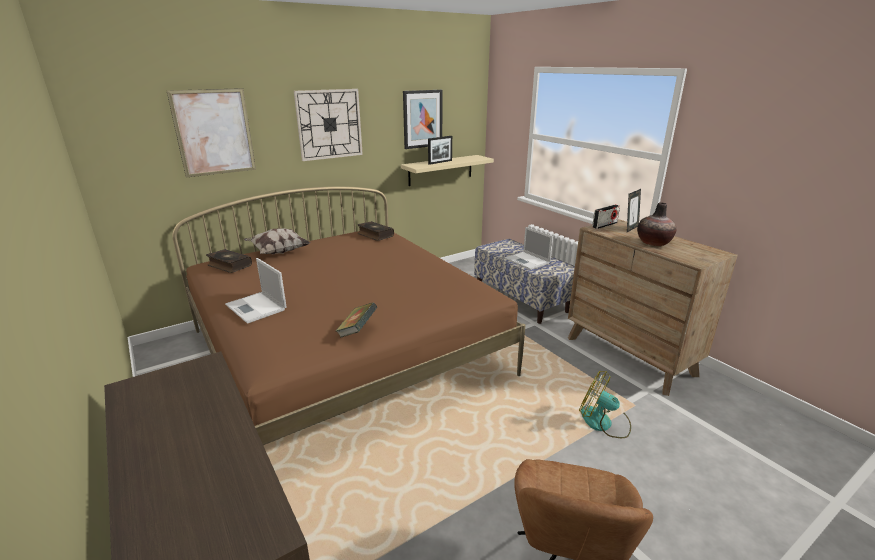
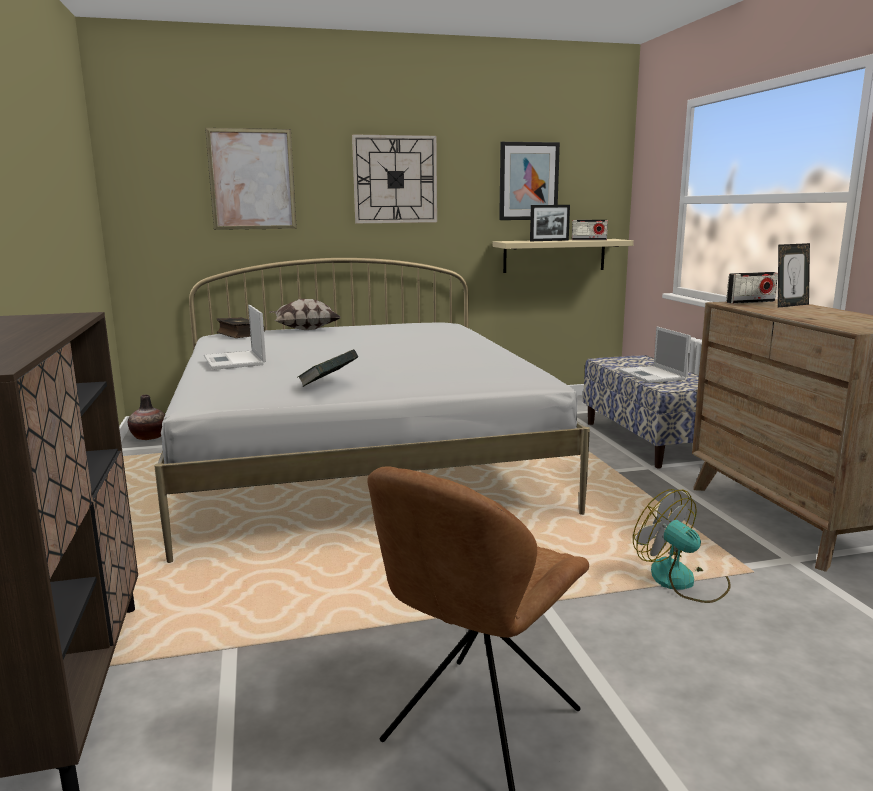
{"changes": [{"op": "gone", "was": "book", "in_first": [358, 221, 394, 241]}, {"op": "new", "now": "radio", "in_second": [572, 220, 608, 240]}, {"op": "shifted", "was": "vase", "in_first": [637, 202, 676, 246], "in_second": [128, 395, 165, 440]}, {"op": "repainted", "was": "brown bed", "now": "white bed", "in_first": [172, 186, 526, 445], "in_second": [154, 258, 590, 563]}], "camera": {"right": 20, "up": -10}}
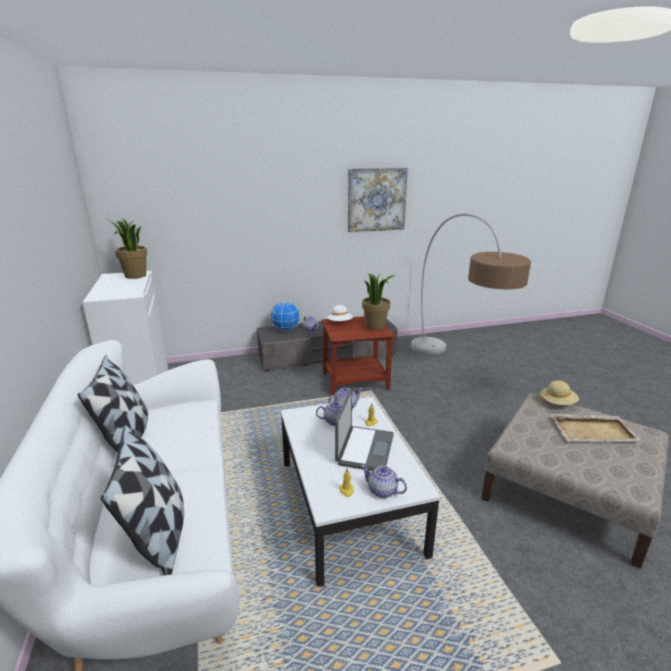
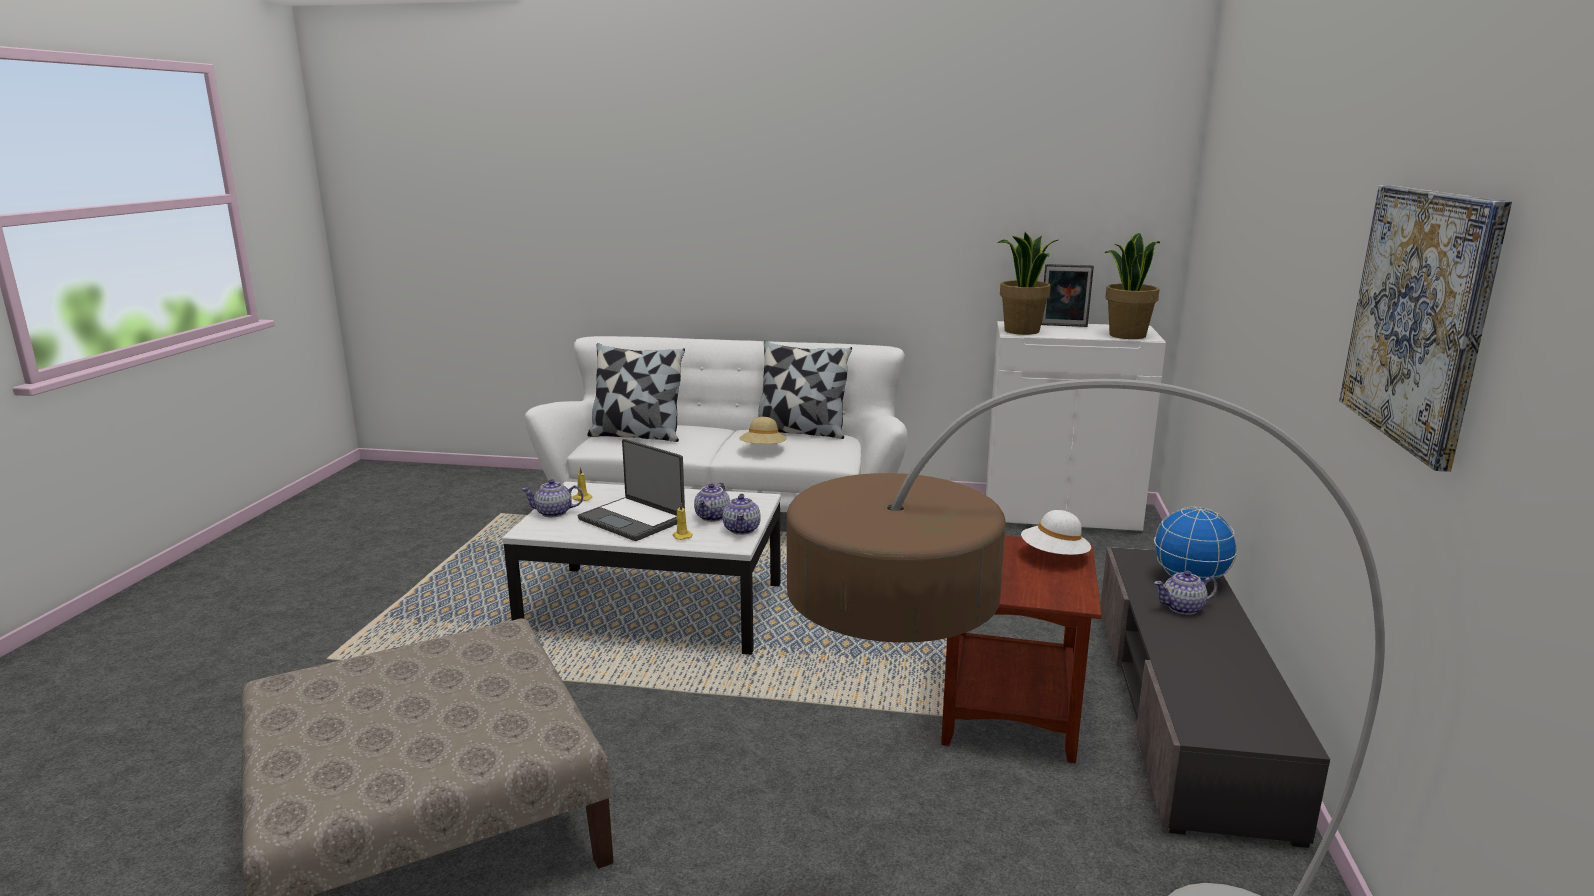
{"changes": [{"op": "gone", "was": "beige tray", "in_first": [551, 414, 642, 442]}, {"op": "new", "now": "picture frame", "in_second": [1041, 264, 1094, 327]}, {"op": "shifted", "was": "potted plant", "in_first": [362, 273, 395, 330], "in_second": [997, 232, 1058, 335]}, {"op": "shifted", "was": "beige hat", "in_first": [540, 380, 579, 405], "in_second": [739, 417, 787, 444]}, {"op": "rotated", "was": "teapot", "in_first": [361, 465, 407, 498], "in_second": [521, 479, 583, 518], "clockwise": -150}], "camera": {"right": 115, "up": -5}}
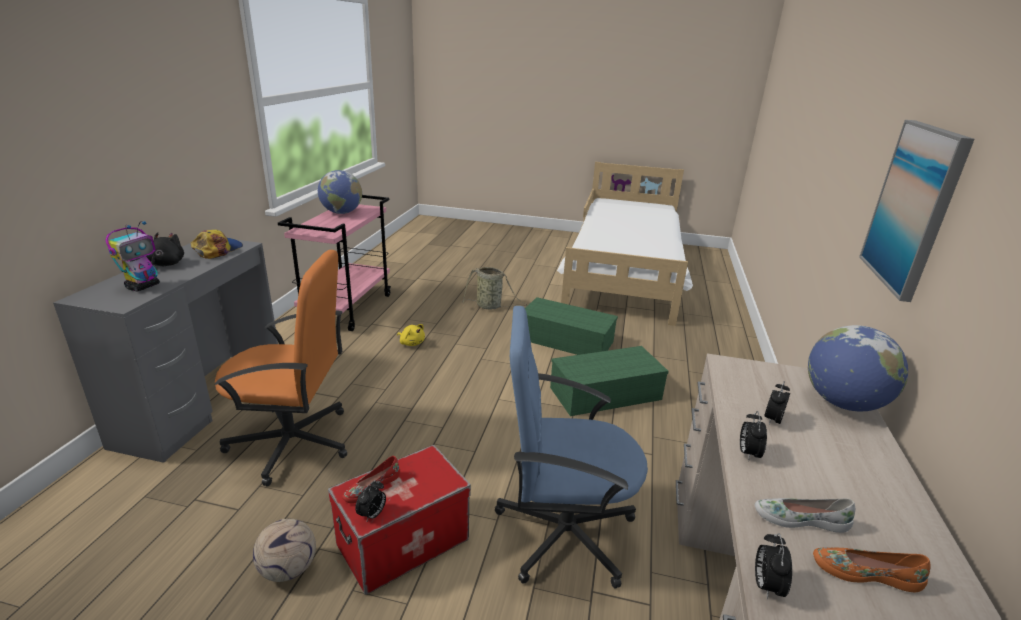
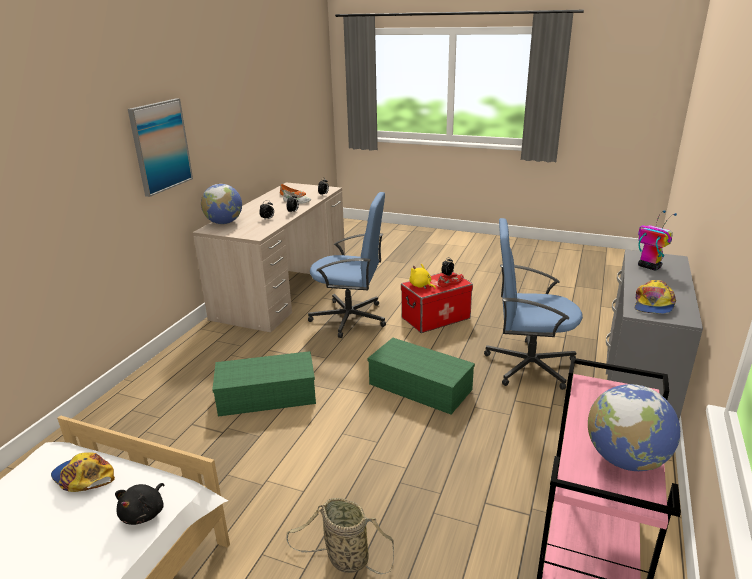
{"changes": [{"op": "gone", "was": "football", "in_first": [253, 519, 316, 582]}, {"op": "new", "now": "cap", "in_second": [51, 452, 115, 492]}, {"op": "shifted", "was": "black plush toy", "in_first": [146, 232, 184, 266], "in_second": [115, 483, 164, 525]}, {"op": "shifted", "was": "yellow plush toy", "in_first": [397, 324, 425, 346], "in_second": [410, 264, 436, 290]}, {"op": "shifted", "was": "green storage box", "in_first": [525, 297, 618, 355], "in_second": [368, 338, 475, 415]}, {"op": "repainted", "was": "orange office chair", "now": "blue office chair", "in_first": [215, 250, 347, 486], "in_second": [484, 218, 583, 390]}, {"op": "rotated", "was": "toy robot", "in_first": [105, 221, 160, 291], "in_second": [638, 210, 677, 271], "clockwise": 105}], "camera": {"right": -170, "up": 0}}
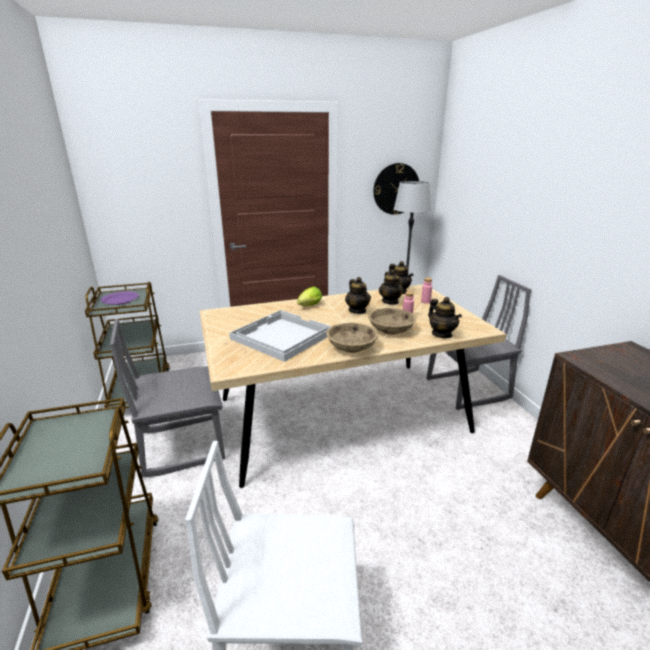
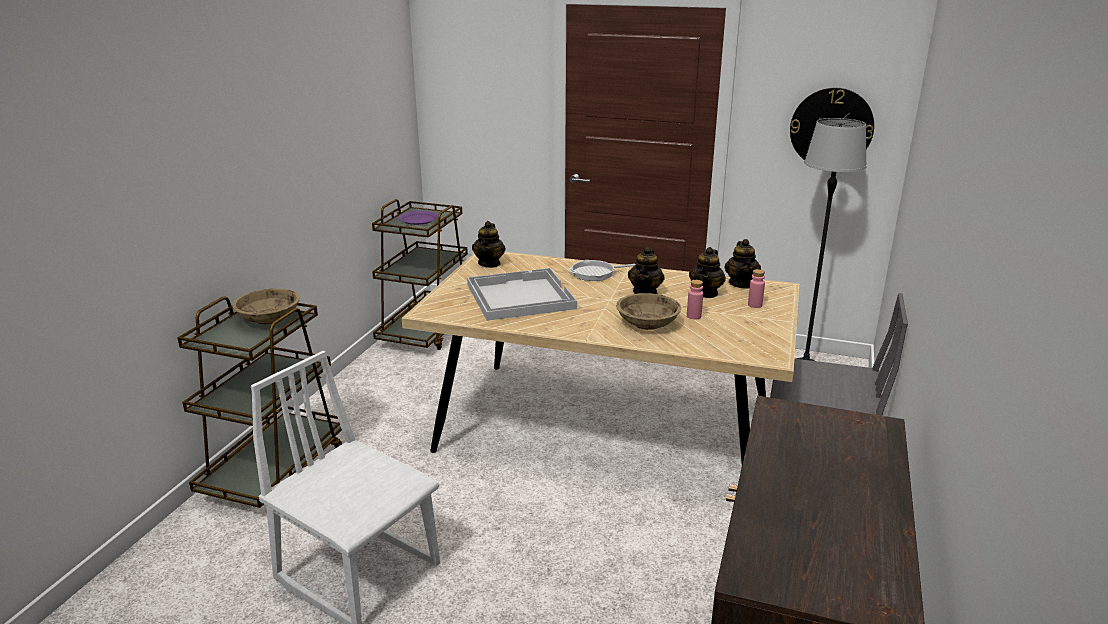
{"changes": [{"op": "gone", "was": "grey chair", "in_first": [110, 319, 225, 478]}, {"op": "shifted", "was": "beige bowl", "in_first": [326, 323, 378, 353], "in_second": [232, 288, 300, 325]}, {"op": "shifted", "was": "teapot", "in_first": [428, 297, 462, 338], "in_second": [472, 221, 505, 268]}, {"op": "swapped", "was": "lettuce", "now": "frying pan", "in_first": [297, 286, 322, 306], "in_second": [568, 260, 636, 281]}], "camera": {"right": 35, "up": 0}}
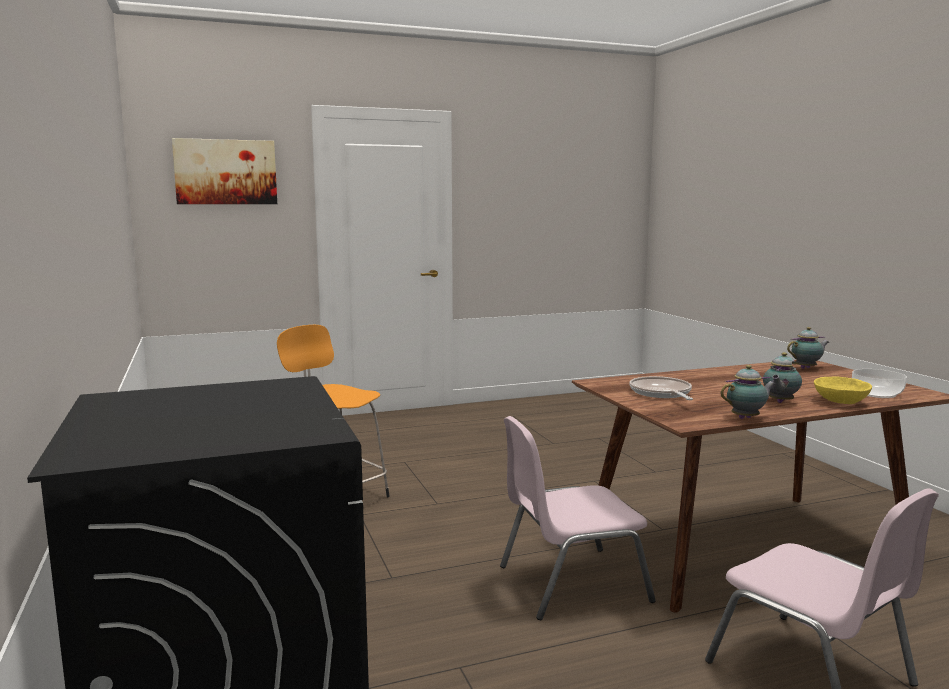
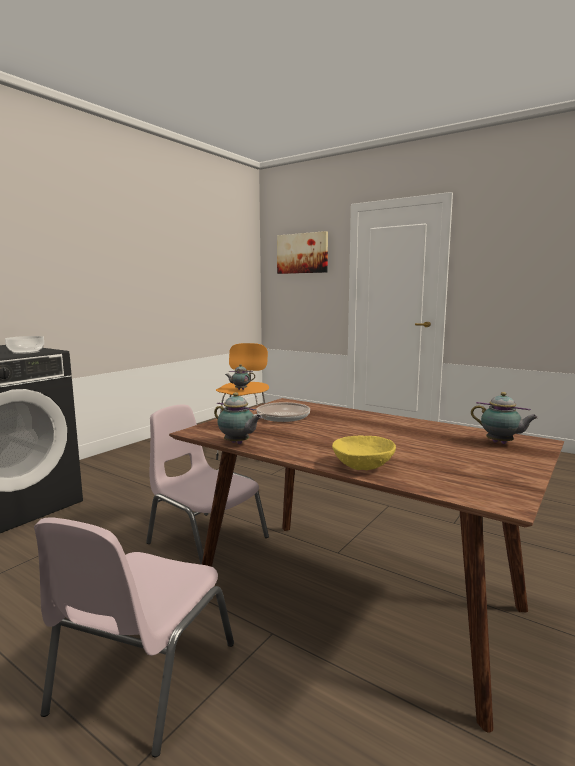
{"changes": [{"op": "shifted", "was": "teapot", "in_first": [763, 352, 802, 403], "in_second": [225, 364, 255, 390]}, {"op": "shifted", "was": "bowl", "in_first": [852, 369, 907, 398], "in_second": [5, 336, 44, 354]}], "camera": {"right": 55, "up": 0}}
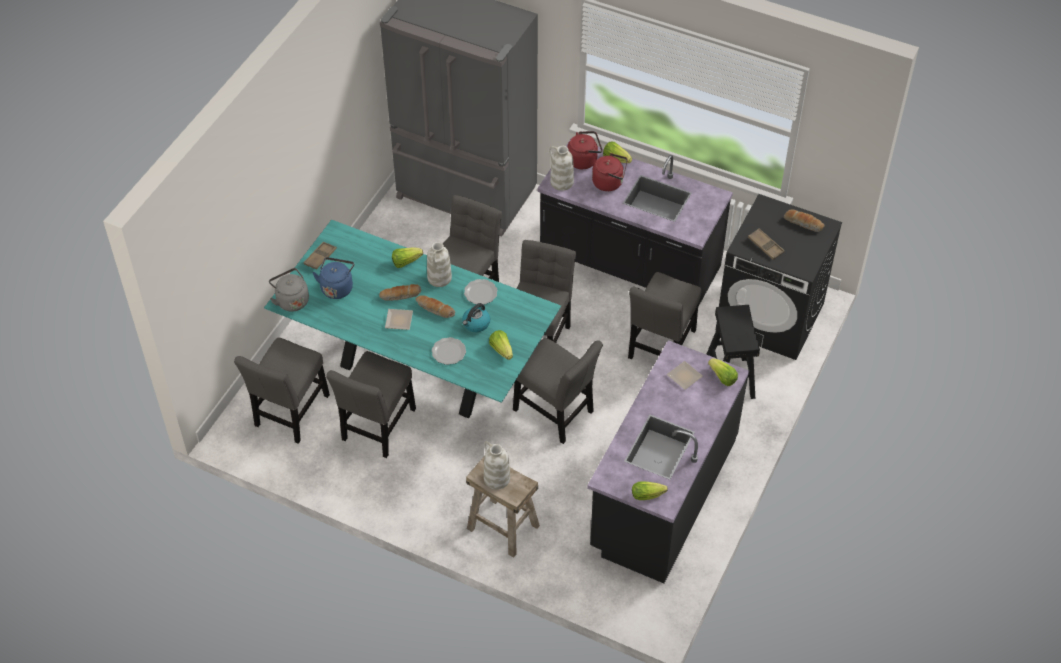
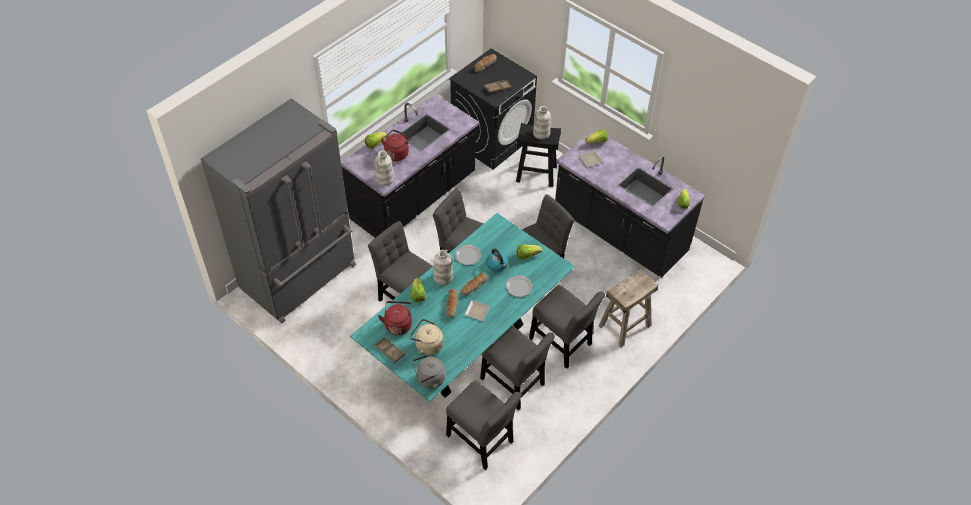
{"changes": [{"op": "shifted", "was": "white vase", "in_first": [484, 441, 510, 490], "in_second": [533, 106, 551, 140]}, {"op": "shifted", "was": "red kettle", "in_first": [567, 131, 602, 169], "in_second": [378, 301, 412, 335]}, {"op": "shifted", "was": "grey chair", "in_first": [628, 272, 701, 359], "in_second": [529, 285, 605, 369]}, {"op": "repainted", "was": "blue kettle", "now": "beige kettle", "in_first": [313, 257, 355, 299], "in_second": [410, 319, 443, 355]}], "camera": {"right": -75, "up": 0}}
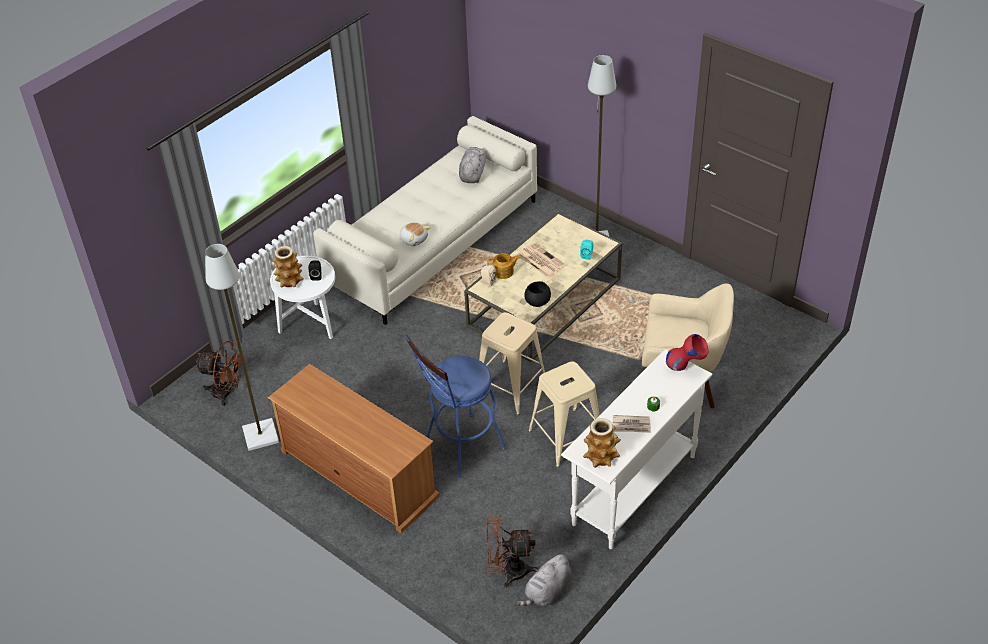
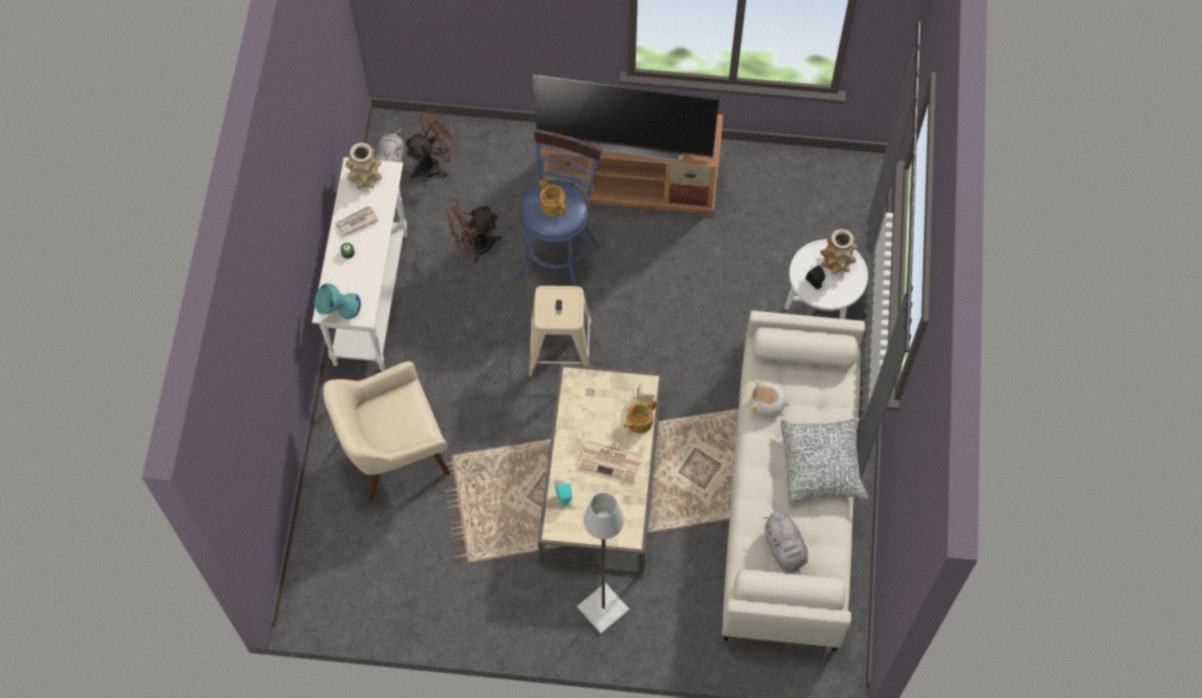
{"changes": [{"op": "gone", "was": "grey floor lamp", "in_first": [205, 244, 279, 451]}, {"op": "gone", "was": "black bowl", "in_first": [524, 281, 551, 307]}, {"op": "gone", "was": "beige stool", "in_first": [529, 361, 599, 467]}, {"op": "new", "now": "television", "in_second": [533, 75, 719, 161]}, {"op": "new", "now": "teapot", "in_second": [539, 180, 566, 216]}, {"op": "new", "now": "pillow", "in_second": [781, 417, 868, 503]}, {"op": "shifted", "was": "brown fan", "in_first": [196, 341, 245, 406], "in_second": [445, 198, 502, 263]}, {"op": "repainted", "was": "red vase", "now": "turquoise vase", "in_first": [666, 334, 709, 371], "in_second": [315, 284, 361, 319]}], "camera": {"right": 145, "up": 20}}
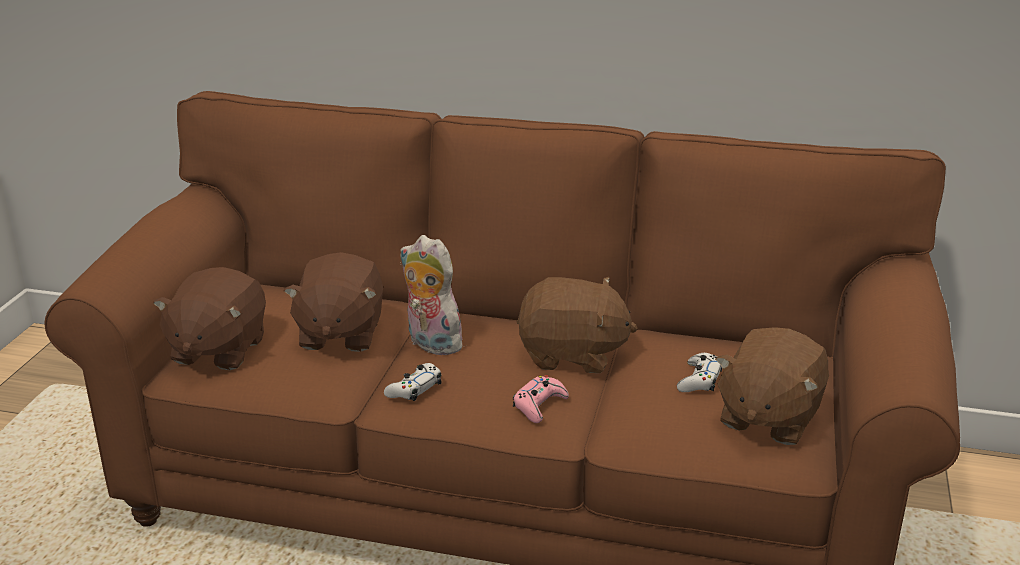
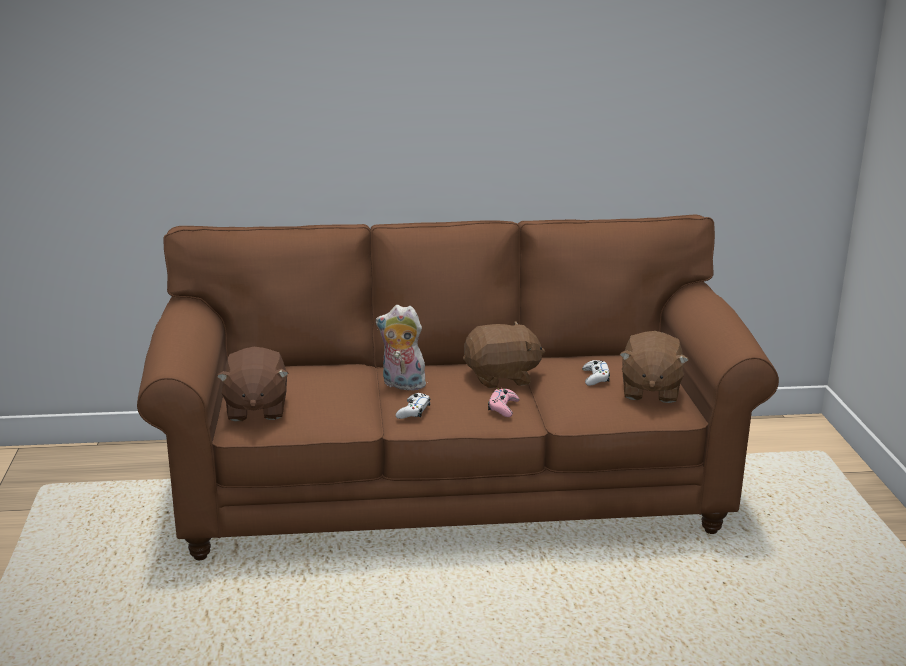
{"changes": [{"op": "gone", "was": "brown plush toy", "in_first": [284, 252, 383, 352]}], "camera": {"right": -20, "up": -5}}
